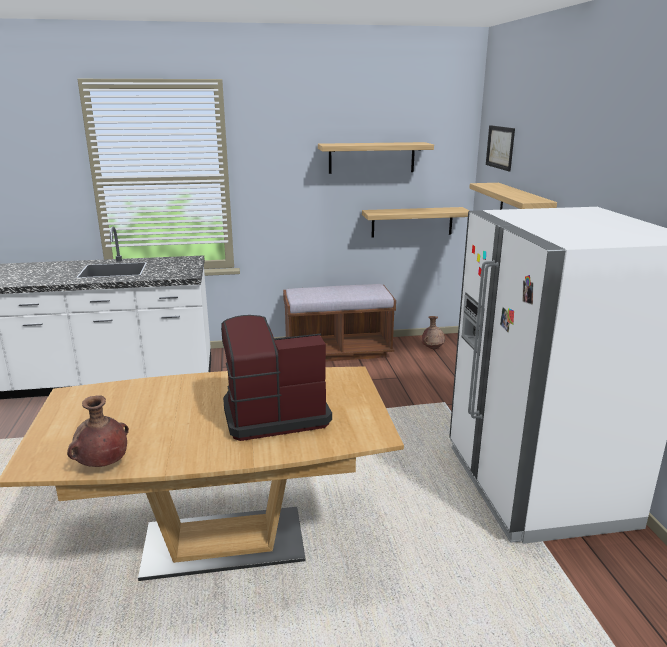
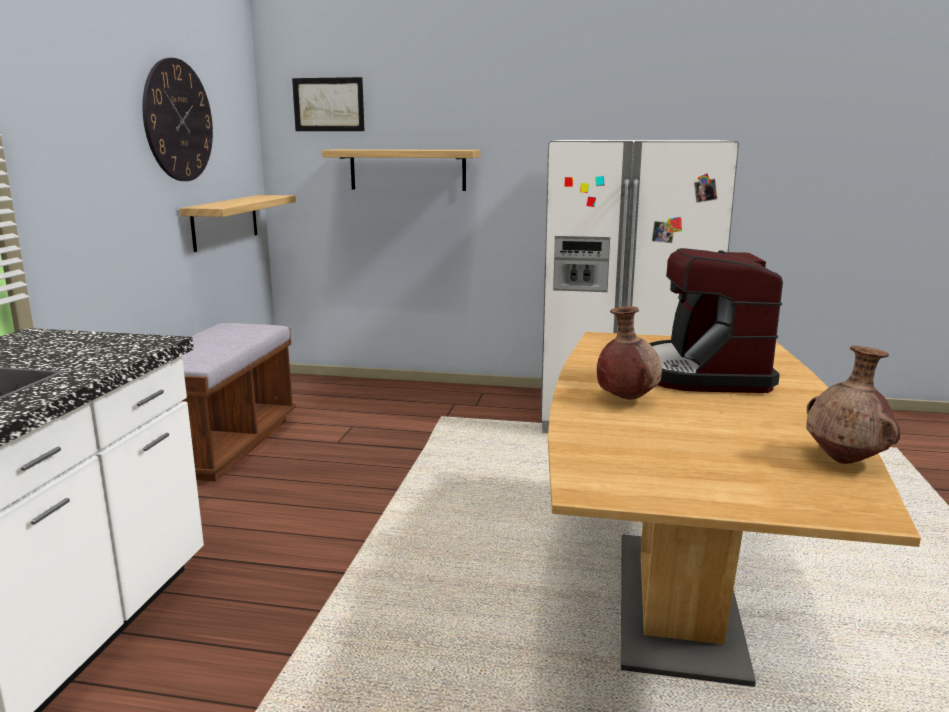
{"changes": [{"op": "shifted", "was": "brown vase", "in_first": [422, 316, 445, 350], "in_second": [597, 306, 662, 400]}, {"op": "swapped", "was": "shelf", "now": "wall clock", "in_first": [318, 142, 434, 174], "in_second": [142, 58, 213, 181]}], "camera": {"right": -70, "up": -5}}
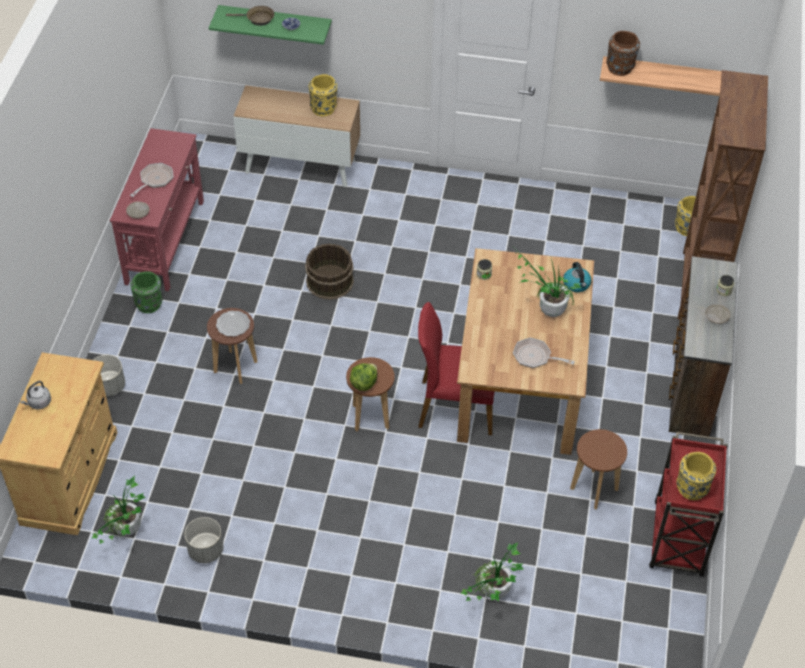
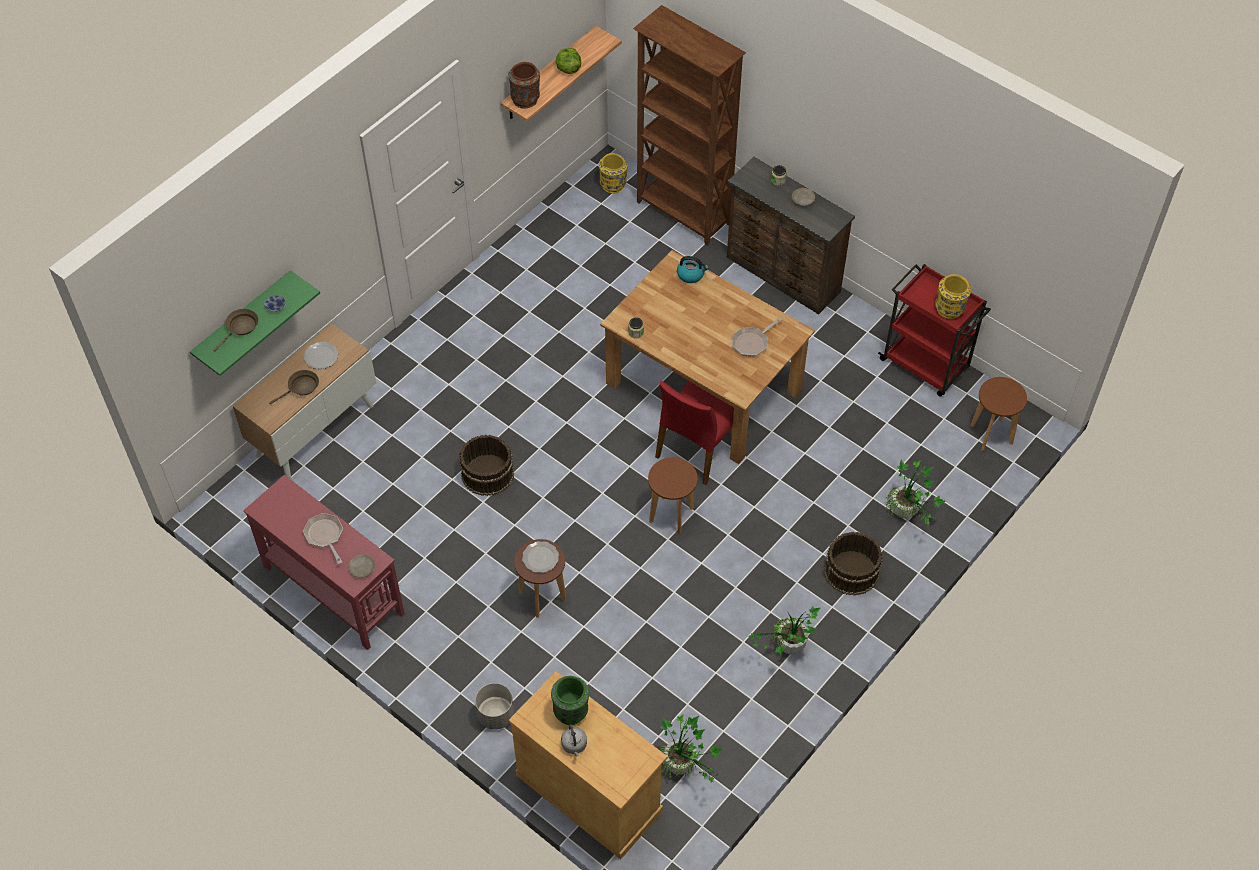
{"changes": [{"op": "gone", "was": "grey planter", "in_first": [185, 517, 224, 563]}, {"op": "new", "now": "brown frying pan", "in_second": [269, 370, 319, 405]}, {"op": "new", "now": "brown bucket", "in_second": [824, 532, 883, 595]}, {"op": "shifted", "was": "green vase", "in_first": [130, 271, 163, 313], "in_second": [551, 676, 589, 725]}, {"op": "shifted", "was": "lettuce", "in_first": [350, 363, 377, 391], "in_second": [556, 48, 581, 74]}, {"op": "shifted", "was": "potted plant", "in_first": [515, 252, 582, 317], "in_second": [748, 606, 821, 655]}, {"op": "shifted", "was": "brown stool", "in_first": [570, 429, 627, 509], "in_second": [970, 377, 1027, 451]}, {"op": "swapped", "was": "yellow vase", "now": "plate", "in_first": [309, 74, 337, 116], "in_second": [304, 342, 339, 369]}], "camera": {"right": -60, "up": 5}}
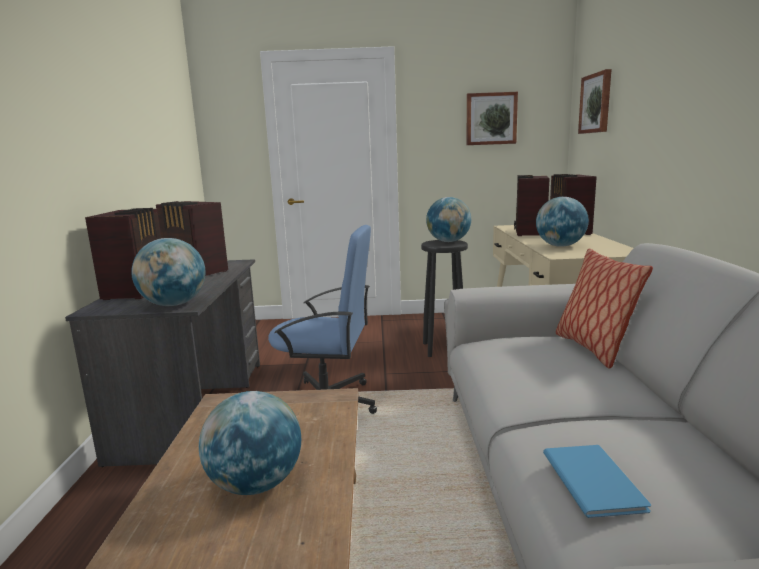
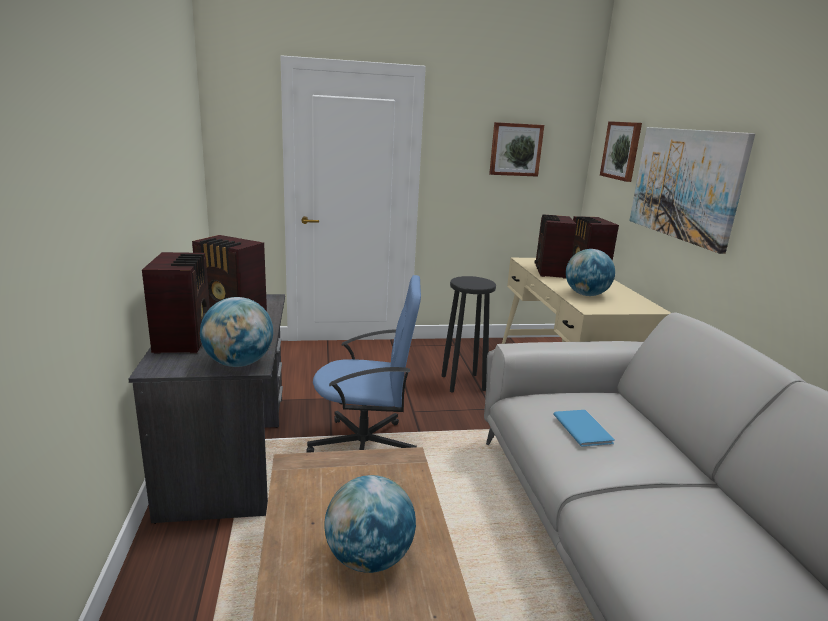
{"changes": [{"op": "gone", "was": "globe", "in_first": [426, 197, 471, 242]}, {"op": "gone", "was": "pillow", "in_first": [556, 248, 653, 369]}, {"op": "new", "now": "picture", "in_second": [629, 127, 755, 254]}, {"op": "shifted", "was": "blue book", "in_first": [543, 445, 651, 518], "in_second": [553, 410, 615, 447]}], "camera": {"right": -10, "up": 5}}
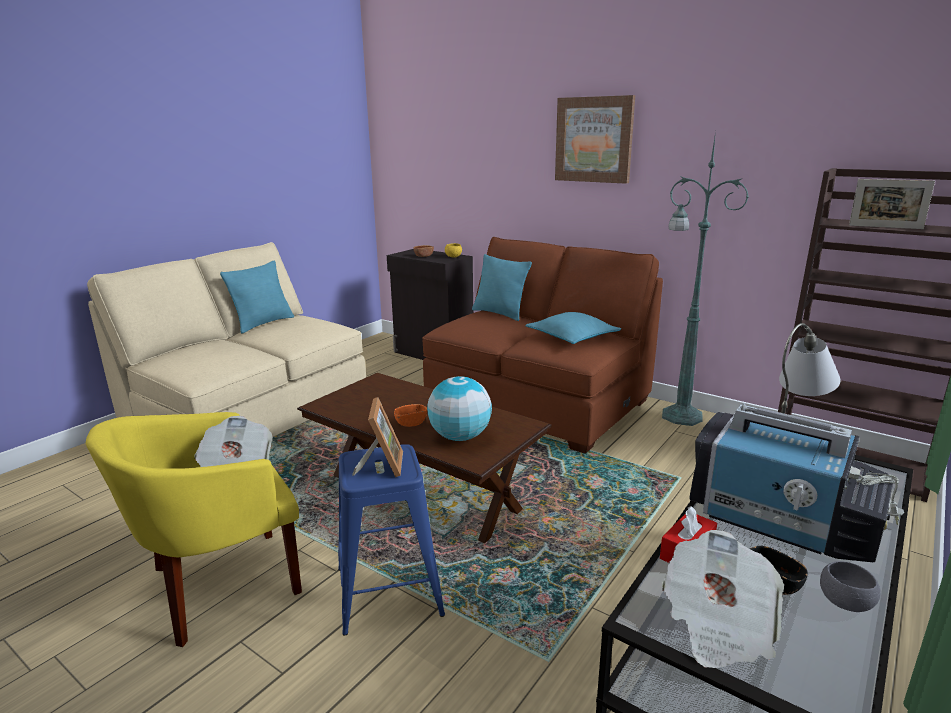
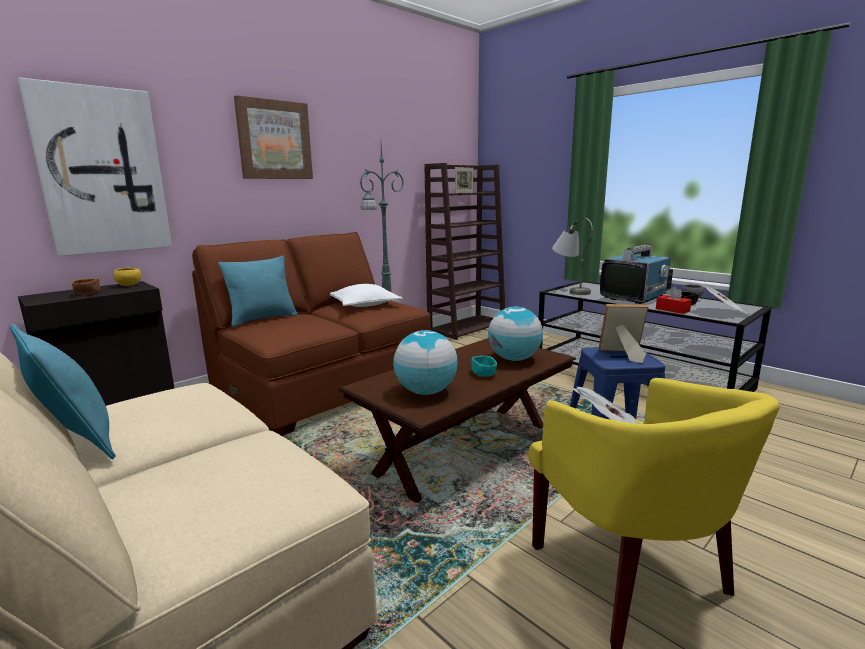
{"changes": [{"op": "new", "now": "picture", "in_second": [18, 78, 172, 256]}, {"op": "new", "now": "globe", "in_second": [393, 330, 458, 395]}, {"op": "repainted", "was": "orange bowl", "now": "turquoise bowl", "in_first": [394, 404, 427, 427], "in_second": [471, 356, 497, 377]}, {"op": "repainted", "was": "turquoise pillow", "now": "white pillow", "in_first": [526, 312, 621, 344], "in_second": [330, 284, 403, 307]}], "camera": {"right": -80, "up": -5}}
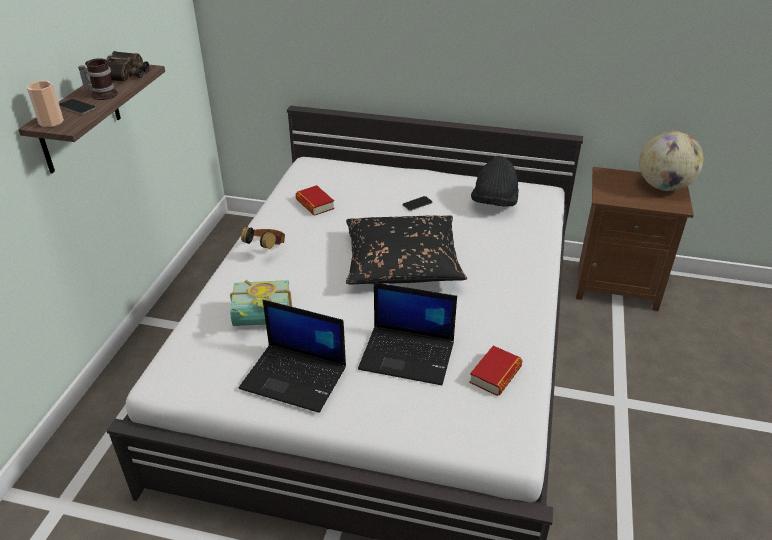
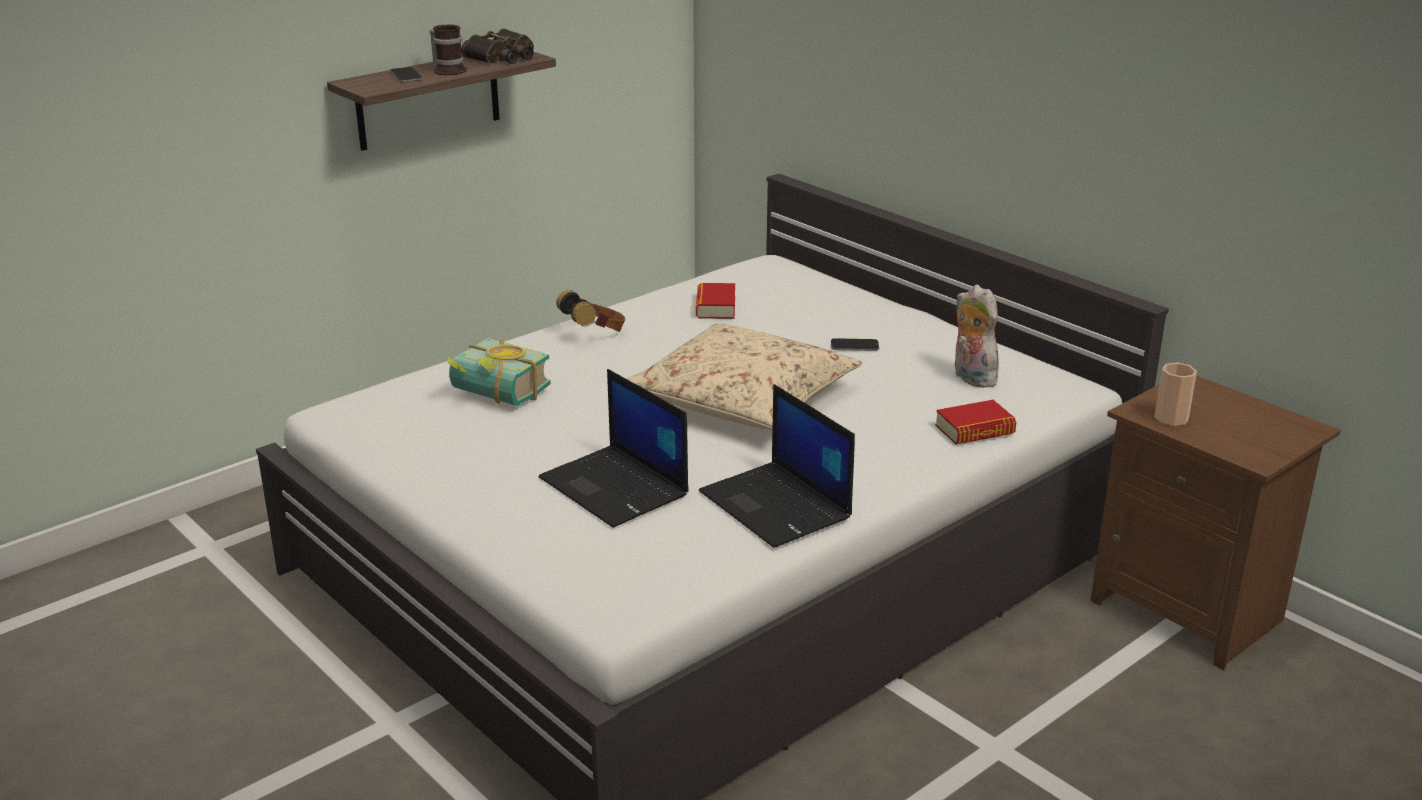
{"changes": [{"op": "gone", "was": "globe", "in_first": [639, 131, 704, 191]}, {"op": "shifted", "was": "cup", "in_first": [27, 81, 64, 127], "in_second": [1154, 362, 1197, 426]}, {"op": "shifted", "was": "laptop", "in_first": [239, 300, 346, 413], "in_second": [699, 384, 855, 548]}, {"op": "shifted", "was": "book", "in_first": [469, 346, 523, 396], "in_second": [935, 400, 1016, 444]}, {"op": "swapped", "was": "black hat", "now": "plush toy", "in_first": [471, 156, 519, 207], "in_second": [955, 284, 1003, 388]}, {"op": "repainted", "was": "black pillow", "now": "beige pillow", "in_first": [346, 215, 467, 284], "in_second": [626, 324, 862, 430]}], "camera": {"right": 35, "up": -10}}
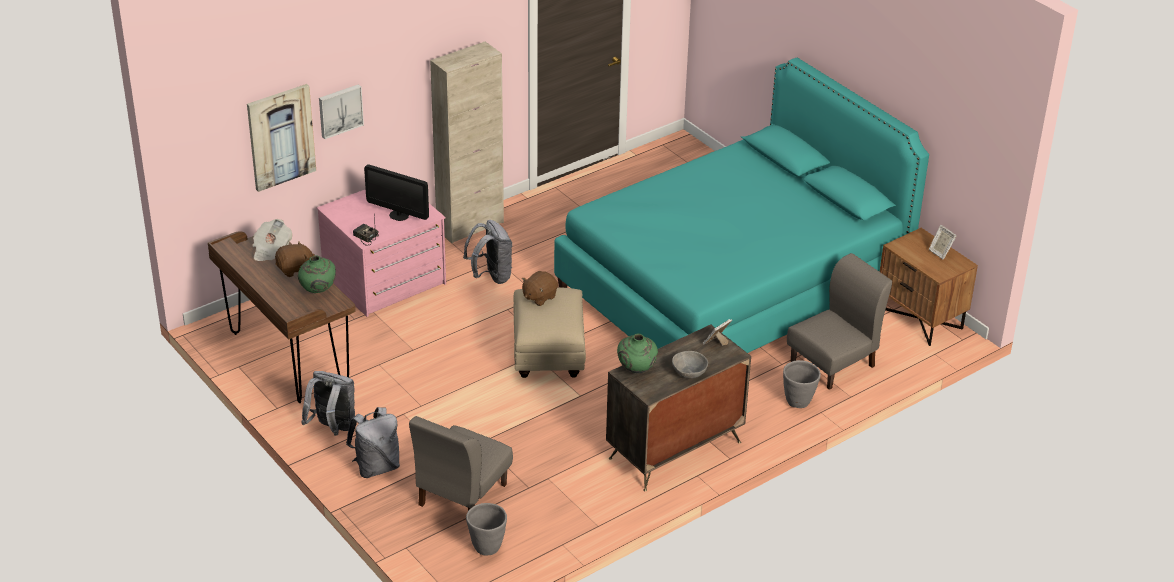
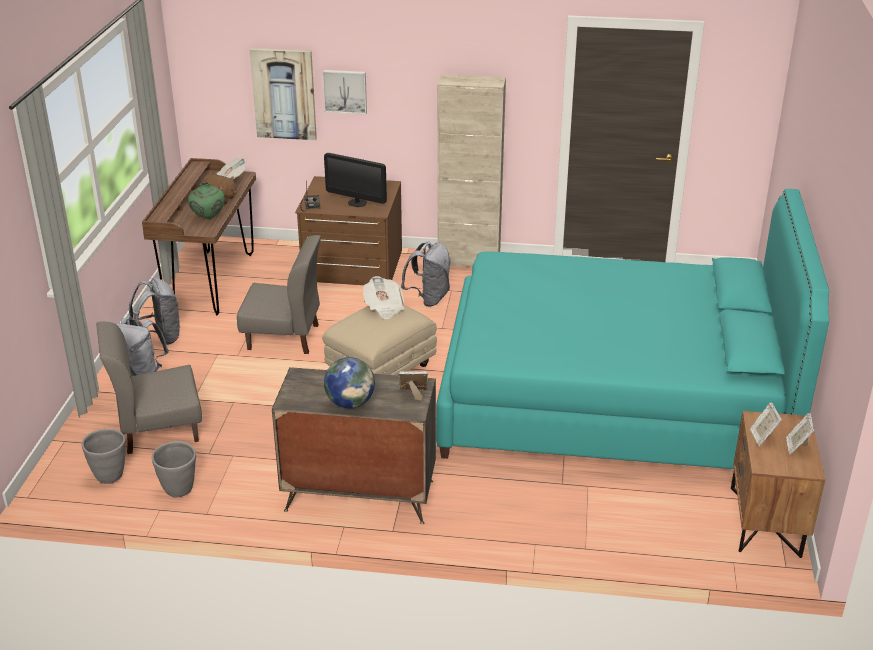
{"changes": [{"op": "gone", "was": "green vase", "in_first": [617, 334, 658, 373]}, {"op": "new", "now": "picture frame", "in_second": [750, 402, 782, 446]}, {"op": "shifted", "was": "grey planter", "in_first": [783, 360, 821, 408], "in_second": [152, 441, 196, 498]}, {"op": "shifted", "was": "grey chair", "in_first": [787, 253, 892, 390], "in_second": [237, 235, 321, 354]}, {"op": "swapped", "was": "brown plush toy", "now": "newspaper", "in_first": [522, 271, 558, 306], "in_second": [363, 276, 405, 320]}, {"op": "swapped", "was": "grey bowl", "now": "globe", "in_first": [672, 351, 708, 378], "in_second": [324, 357, 375, 408]}, {"op": "repainted", "was": "pink dresser", "now": "brown dresser", "in_first": [317, 189, 446, 317], "in_second": [295, 176, 402, 285]}, {"op": "rotated", "was": "monitor", "in_first": [364, 164, 429, 221], "in_second": [324, 153, 387, 207], "clockwise": -45}], "camera": {"right": 45, "up": -5}}
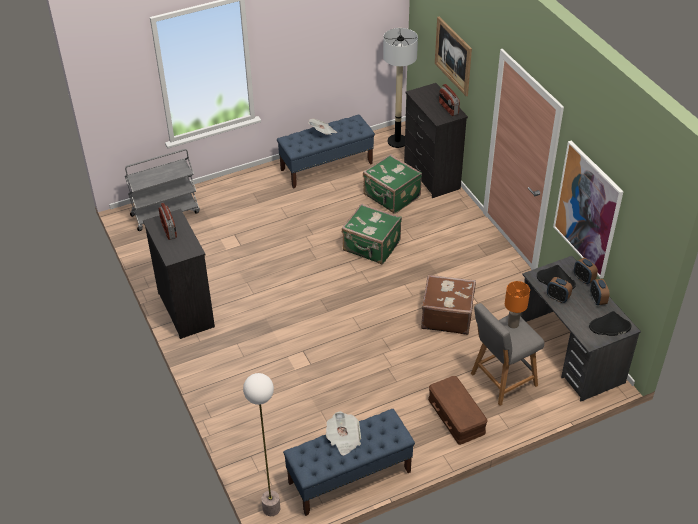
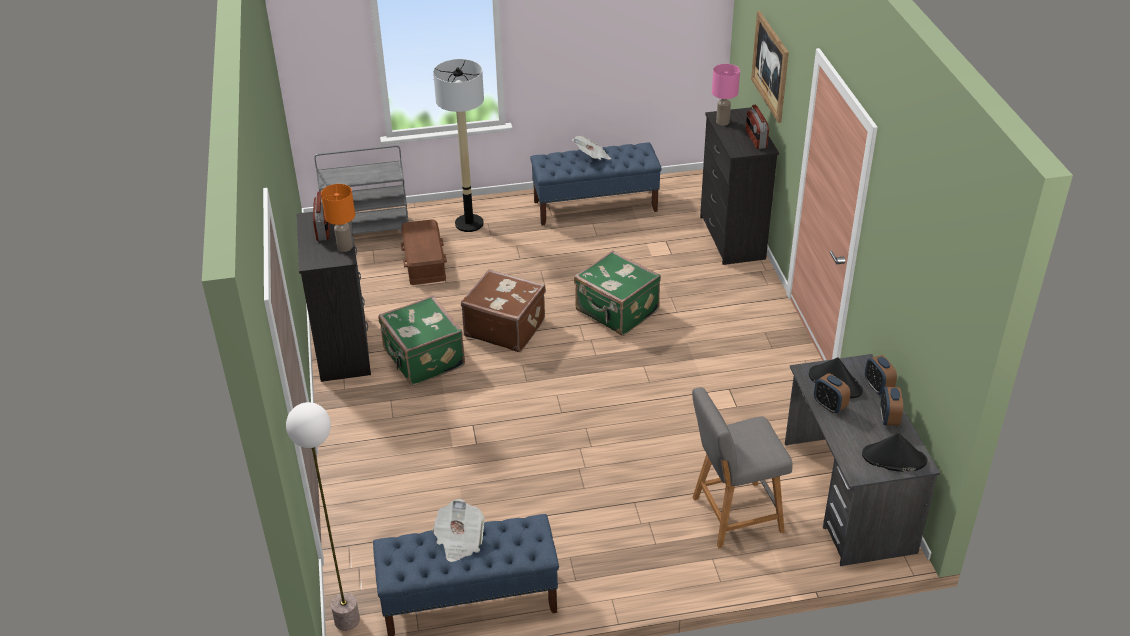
{"changes": [{"op": "gone", "was": "picture", "in_first": [553, 141, 624, 279]}, {"op": "new", "now": "pink table lamp", "in_second": [712, 64, 740, 125]}, {"op": "shifted", "was": "green suitcase", "in_first": [363, 154, 422, 214], "in_second": [378, 296, 465, 385]}, {"op": "shifted", "was": "floor lamp", "in_first": [383, 28, 418, 148], "in_second": [433, 59, 484, 232]}, {"op": "shifted", "was": "brown suitcase", "in_first": [421, 275, 476, 335], "in_second": [461, 269, 546, 352]}, {"op": "shifted", "was": "brown storage box", "in_first": [428, 376, 488, 445], "in_second": [401, 219, 447, 285]}, {"op": "shifted", "was": "orange table lamp", "in_first": [505, 281, 530, 329], "in_second": [321, 184, 355, 252]}], "camera": {"right": 15, "up": -5}}
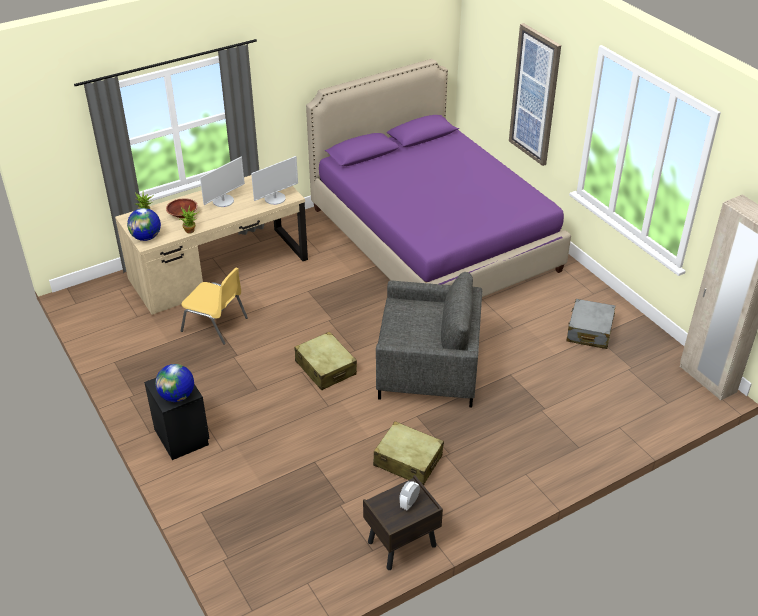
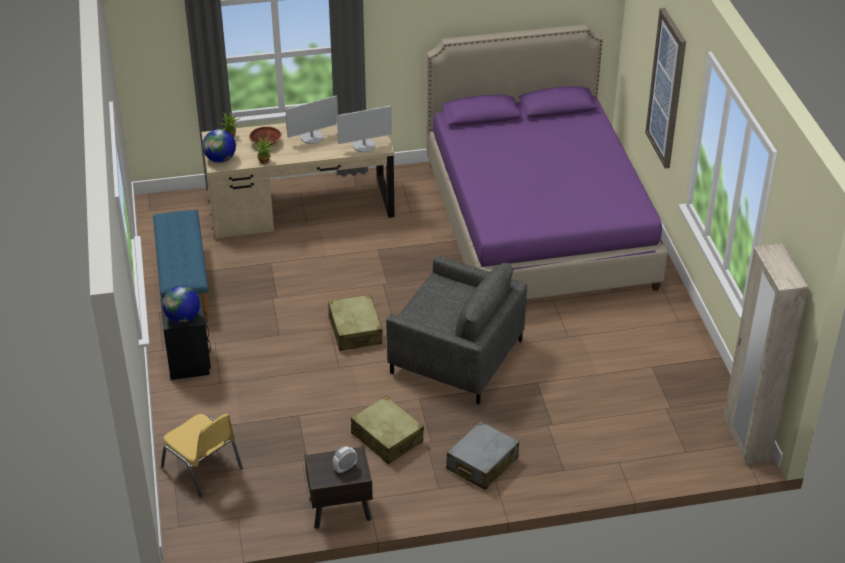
{"changes": [{"op": "new", "now": "blue bench", "in_second": [153, 210, 209, 320]}, {"op": "shifted", "was": "yellow chair", "in_first": [181, 267, 248, 345], "in_second": [161, 413, 243, 497]}, {"op": "shifted", "was": "grey suitcase", "in_first": [566, 299, 615, 349], "in_second": [446, 421, 519, 490]}], "camera": {"right": 20, "up": 0}}
